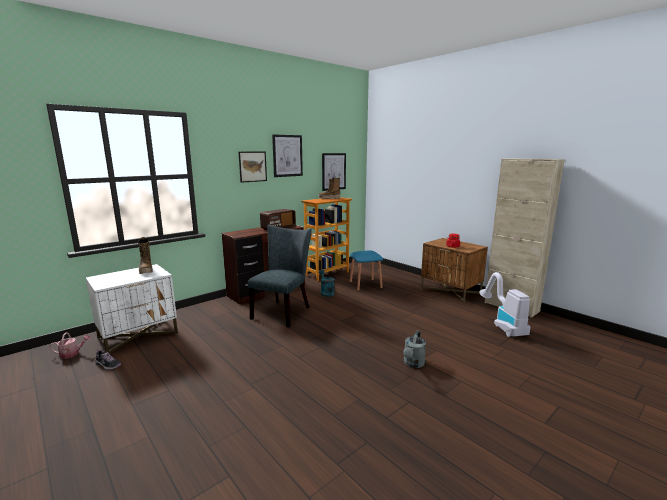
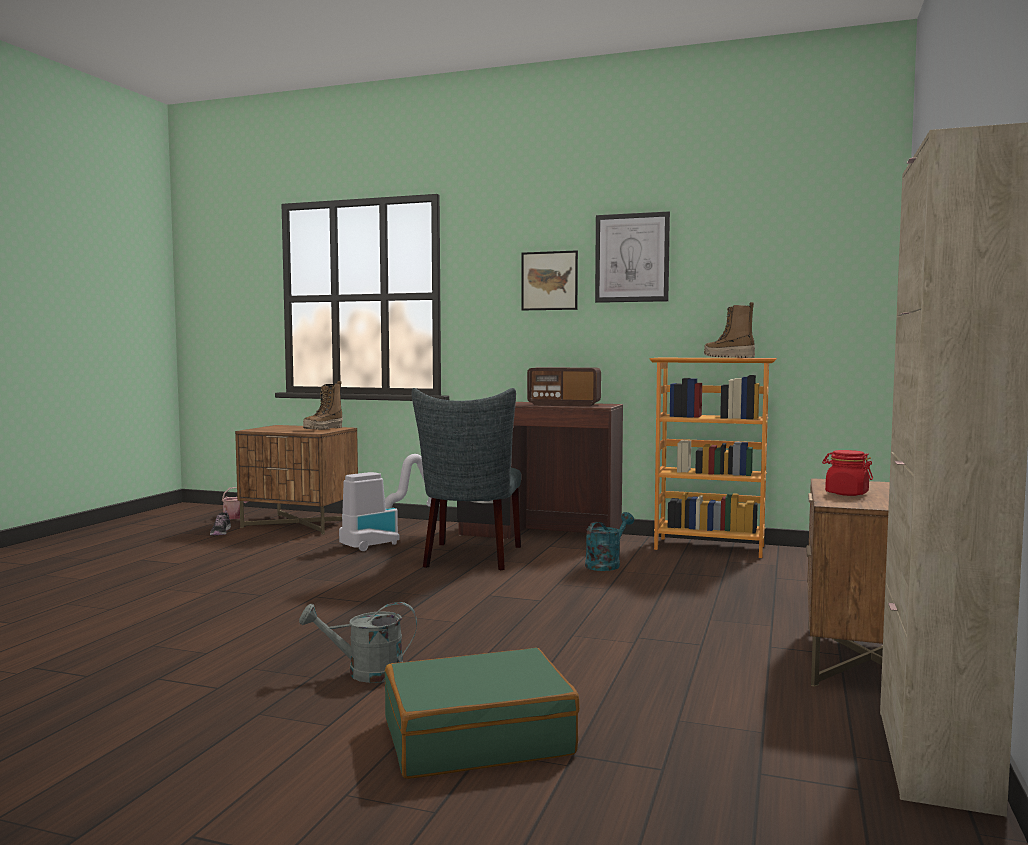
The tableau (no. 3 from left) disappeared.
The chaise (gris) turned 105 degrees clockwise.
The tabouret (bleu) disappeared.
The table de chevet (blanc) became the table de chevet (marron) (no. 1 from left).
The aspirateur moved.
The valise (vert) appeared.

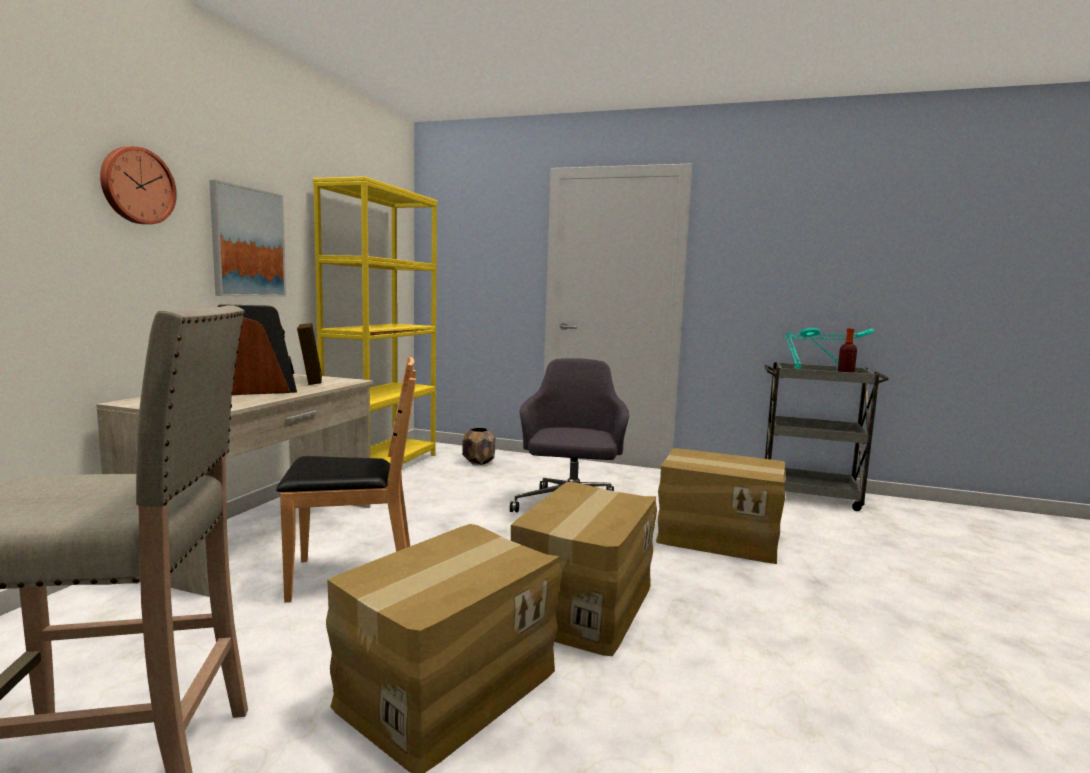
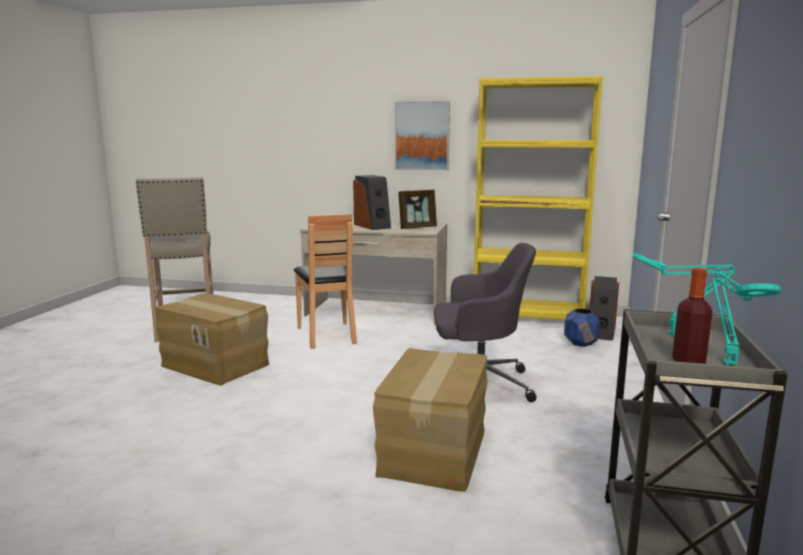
The horloge murale disappeared.
The cache-pot (marron) became the cache-pot (bleu).
The carton (no. 2 from left) disappeared.
The enceinte (no. 2 from left) appeared.

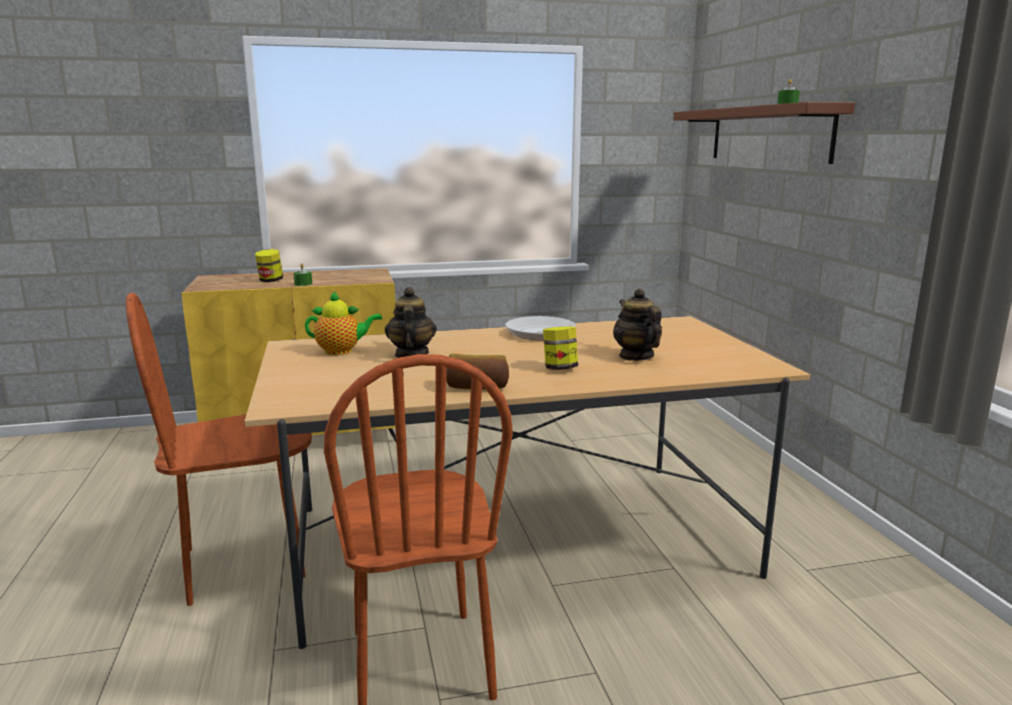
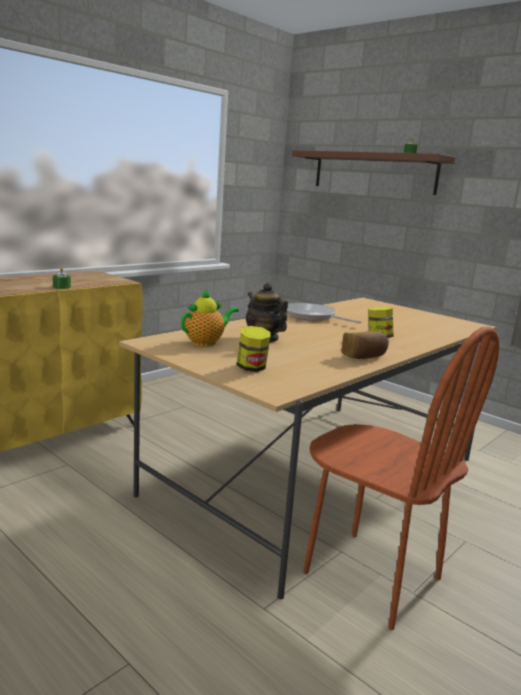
The bocal (no. 1 from left) moved.
The théière (no. 3 from left) disappeared.
The chaise (marron) (no. 1 from left) disappeared.

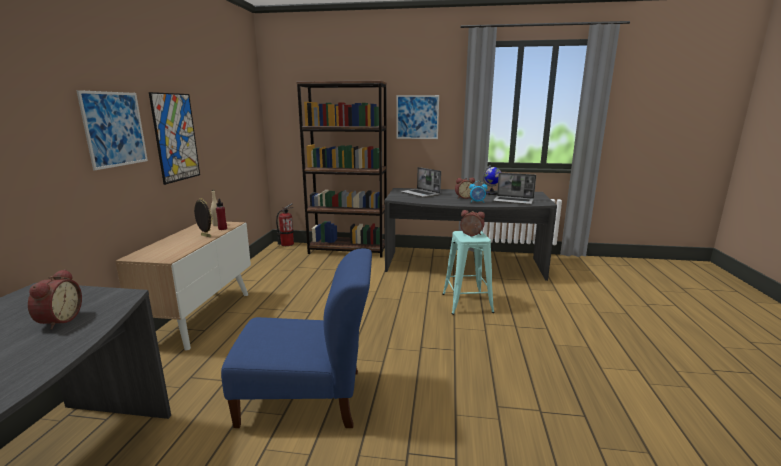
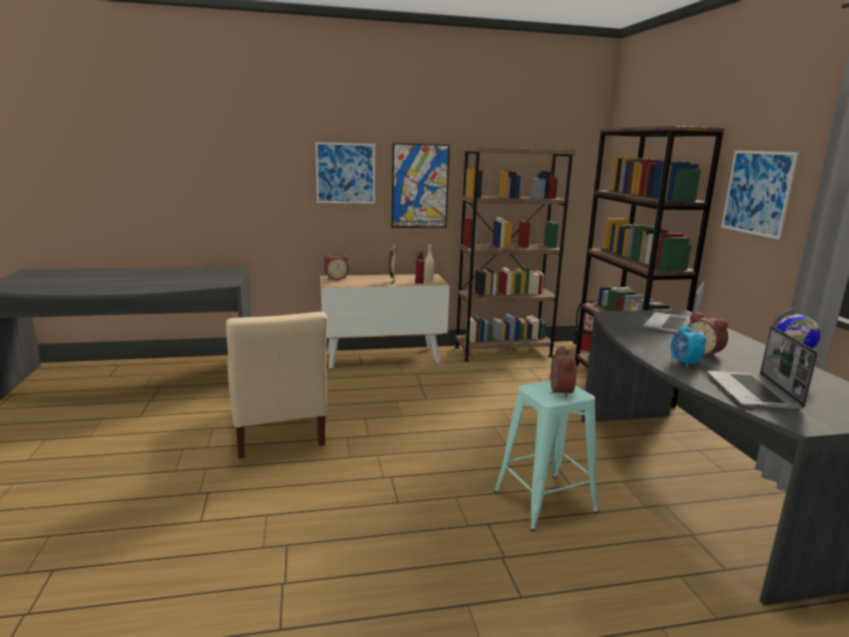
The chaise (bleu) became the chaise (beige).
The réveil (no. 1 from left) moved.
The bibliothèque (marron) (no. 1 from left) appeared.

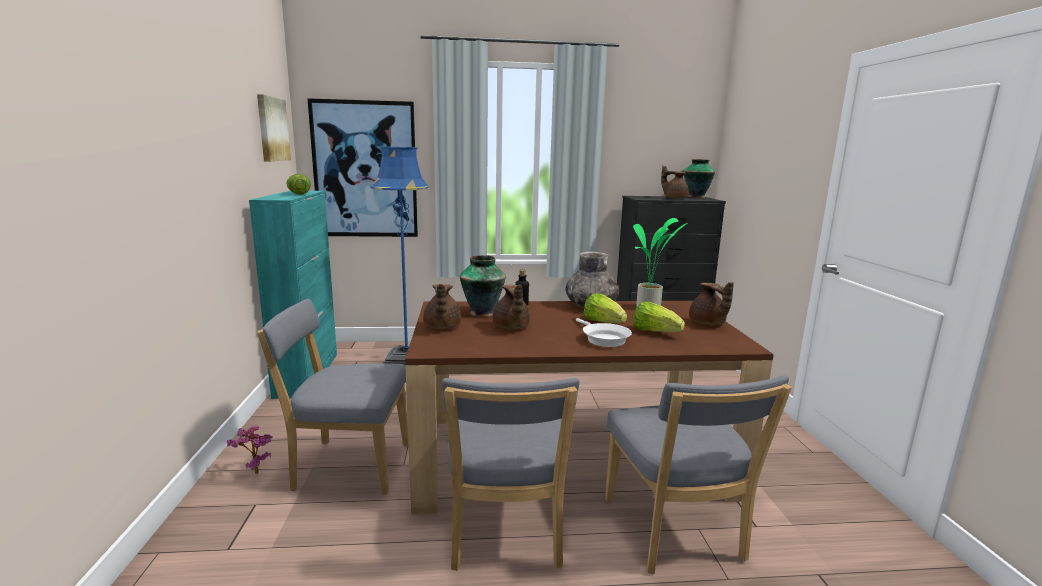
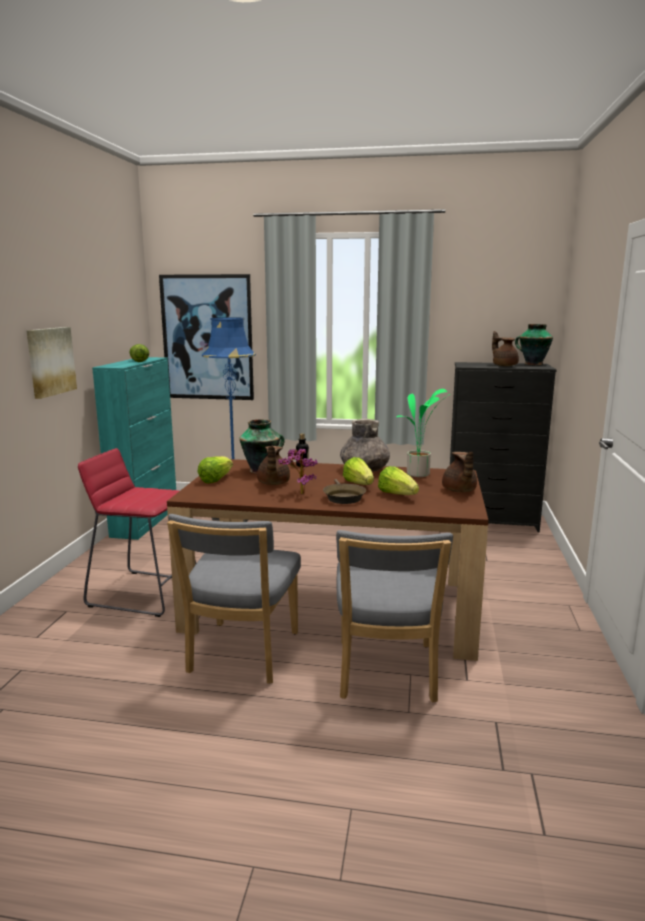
The tableau (no. 1 from left) moved.
The théière (marron) (no. 1 from left) was replaced by the laitue (no. 2 from left).
The chaise (gris) (no. 1 from left) was replaced by the tabouret (rouge).
The poêle (blanc) became the poêle (marron).
The plante en pot (no. 1 from left) moved.

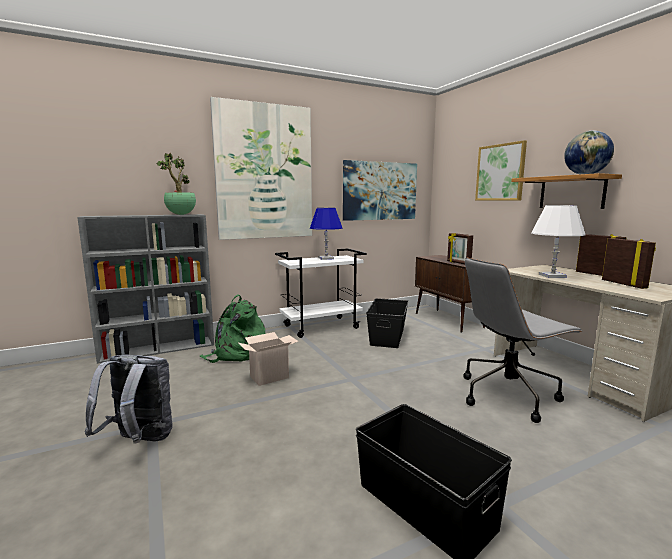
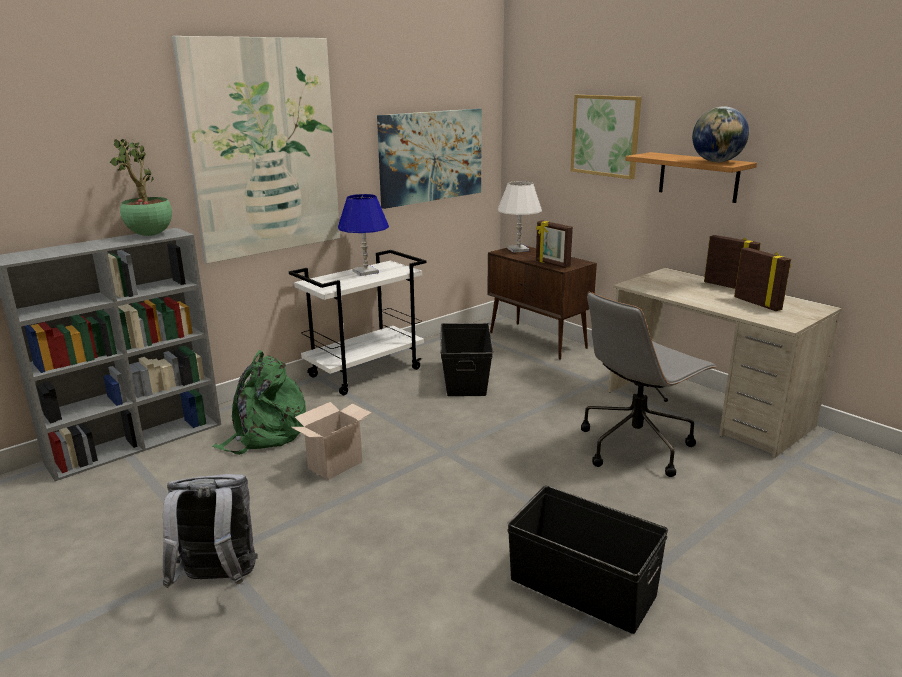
The lampe de table (blanc) moved.

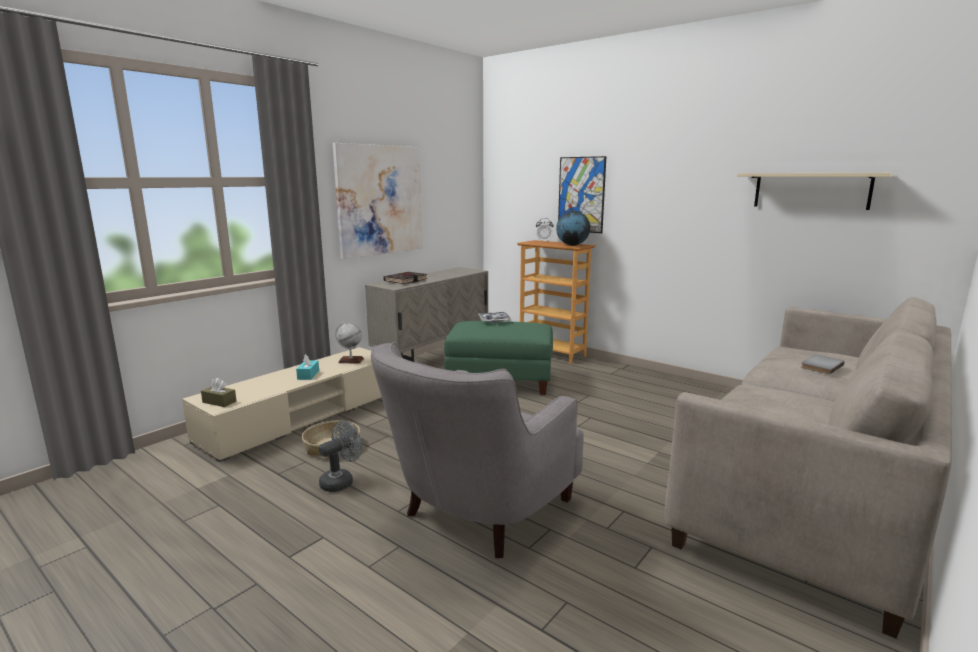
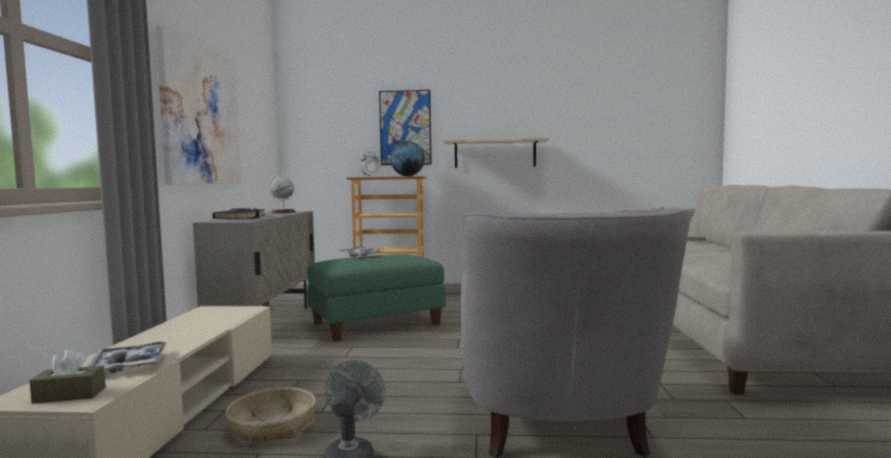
The étagère (beige) moved.
The globe (no. 1 from left) moved.
The boîte à mouchoirs (turquoise) disappeared.
The plateau (no. 1 from left) appeared.

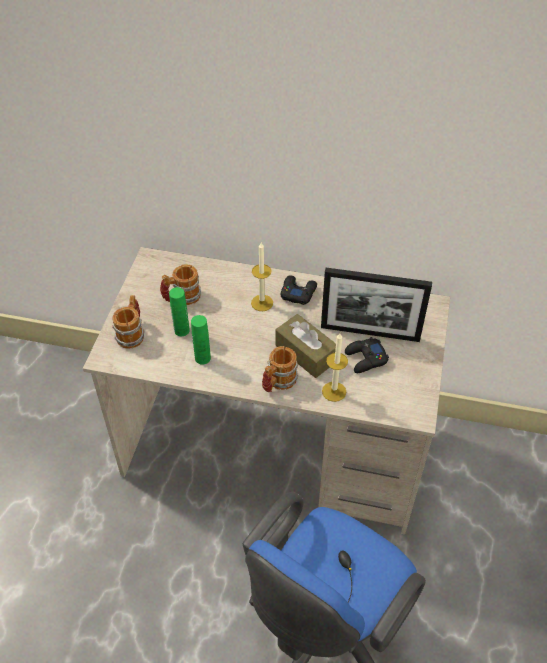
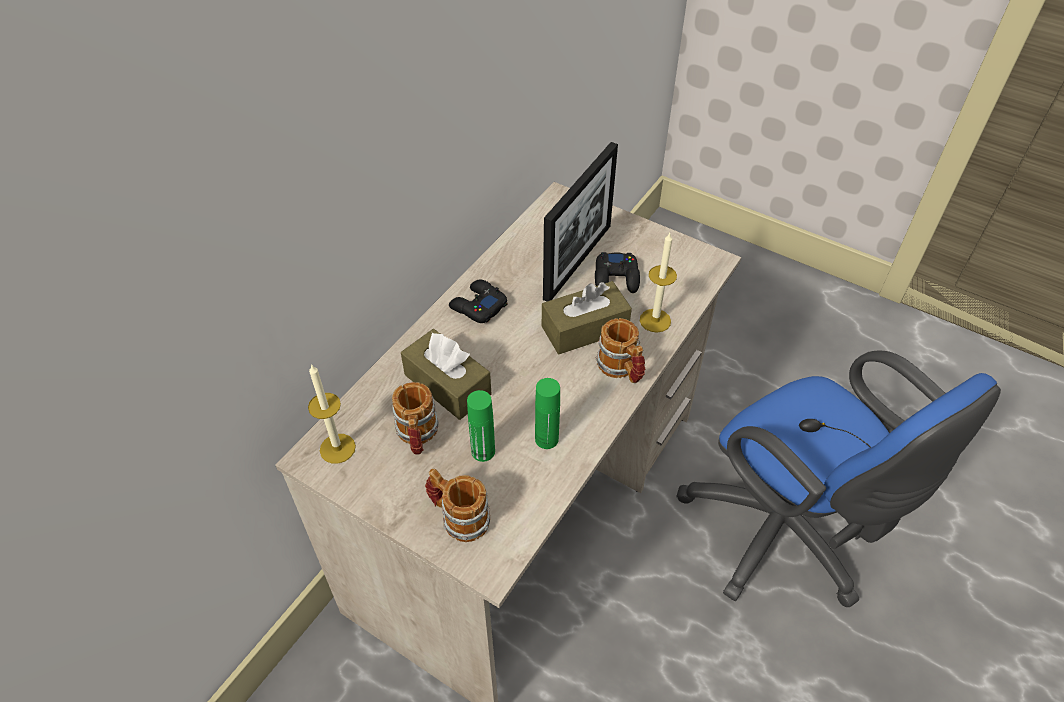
The bougie (no. 1 from left) moved.
The boîte à mouchoirs (marron) (no. 1 from left) appeared.

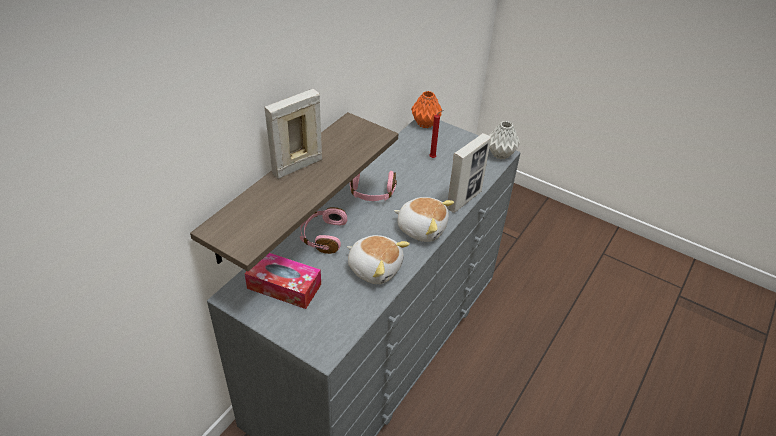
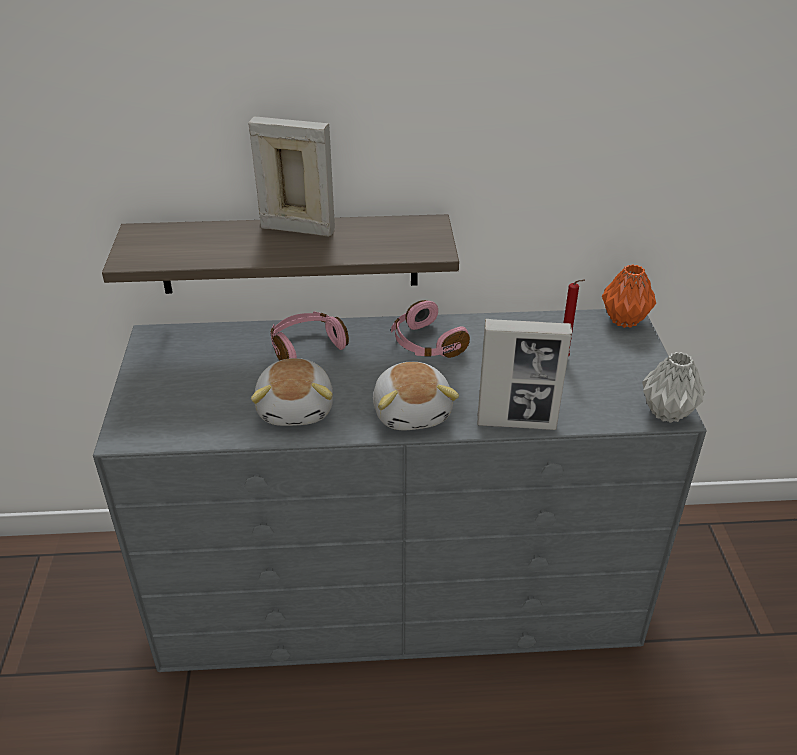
The boîte à mouchoirs disappeared.

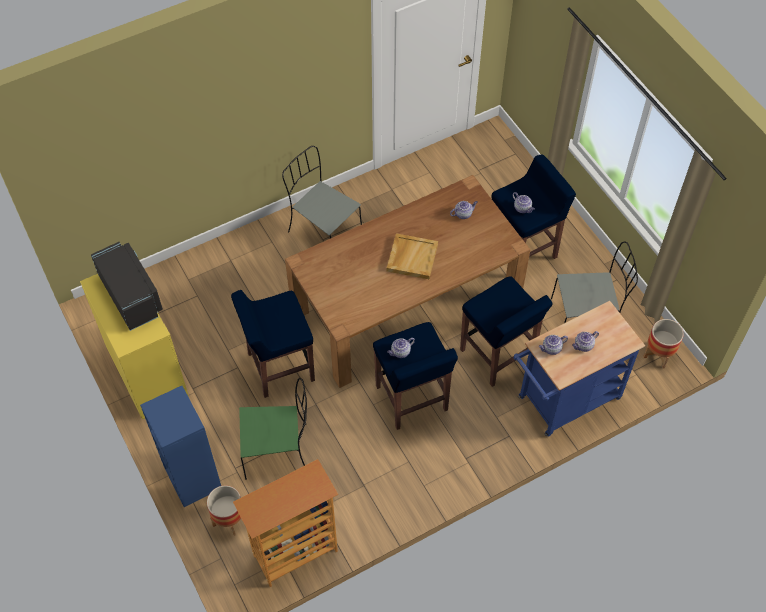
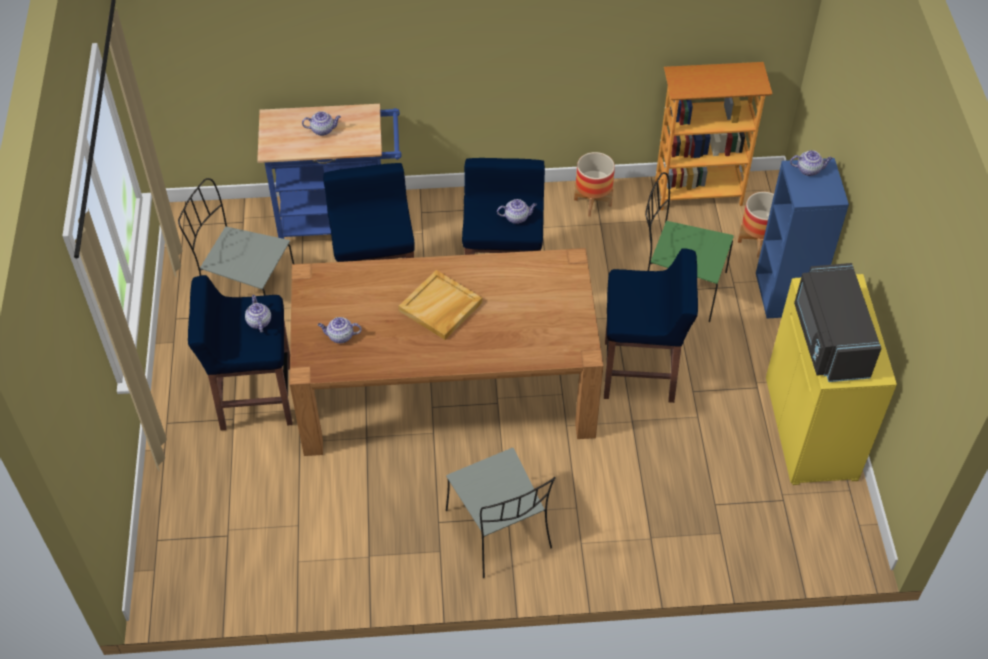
The cache-pot (no. 2 from left in the first image) moved.
The théière (no. 4 from left in the first image) moved.

